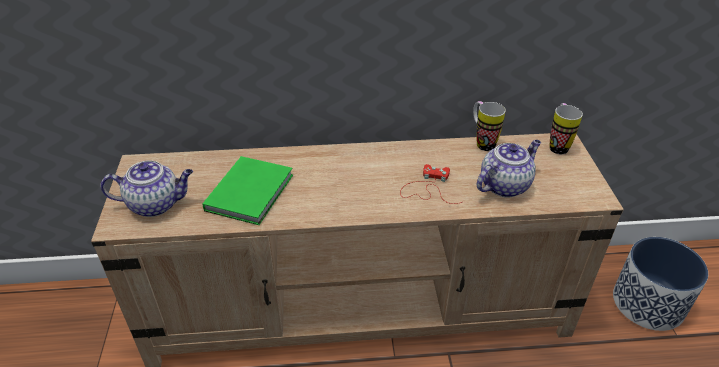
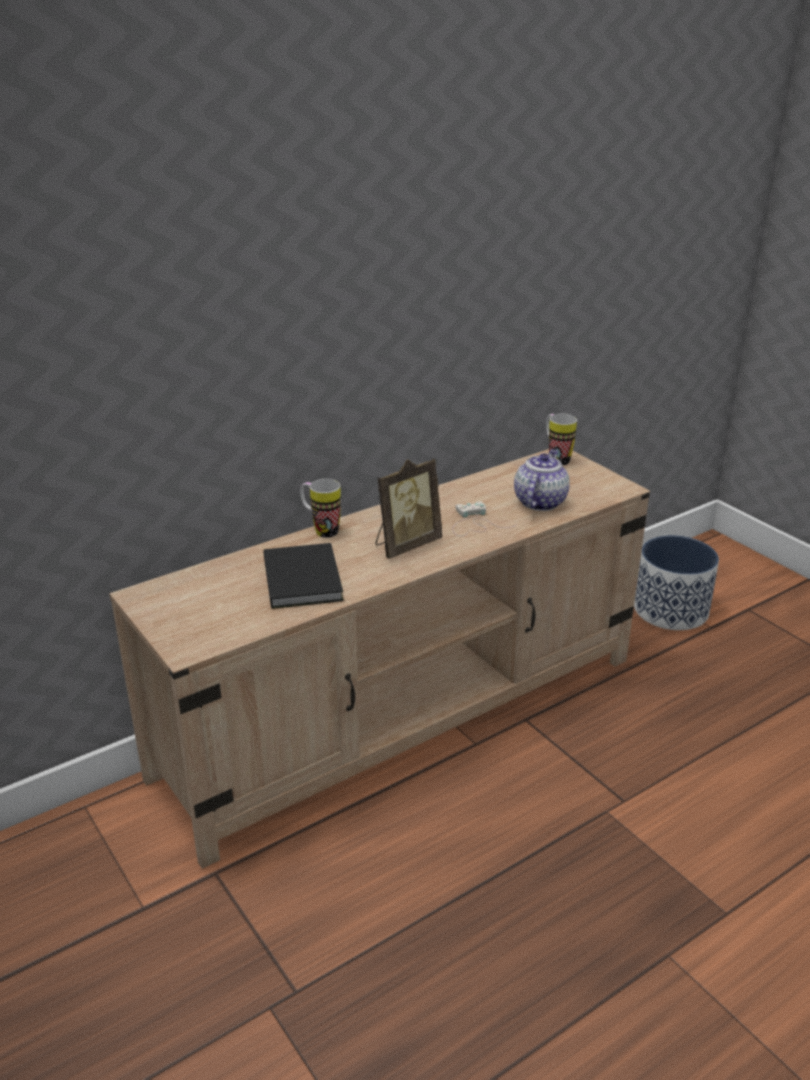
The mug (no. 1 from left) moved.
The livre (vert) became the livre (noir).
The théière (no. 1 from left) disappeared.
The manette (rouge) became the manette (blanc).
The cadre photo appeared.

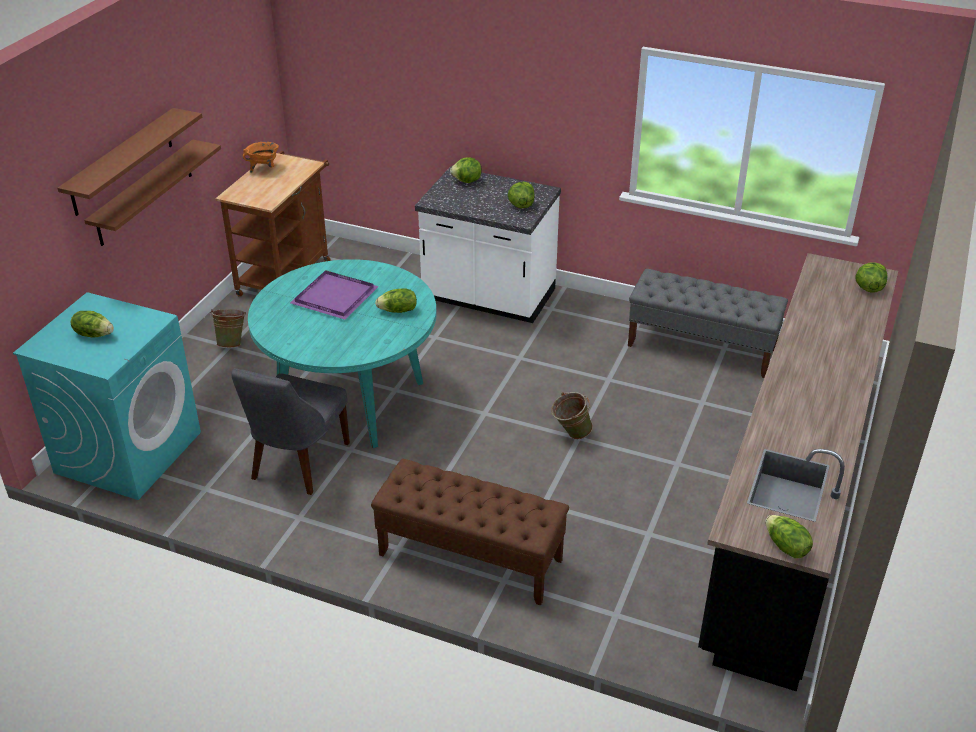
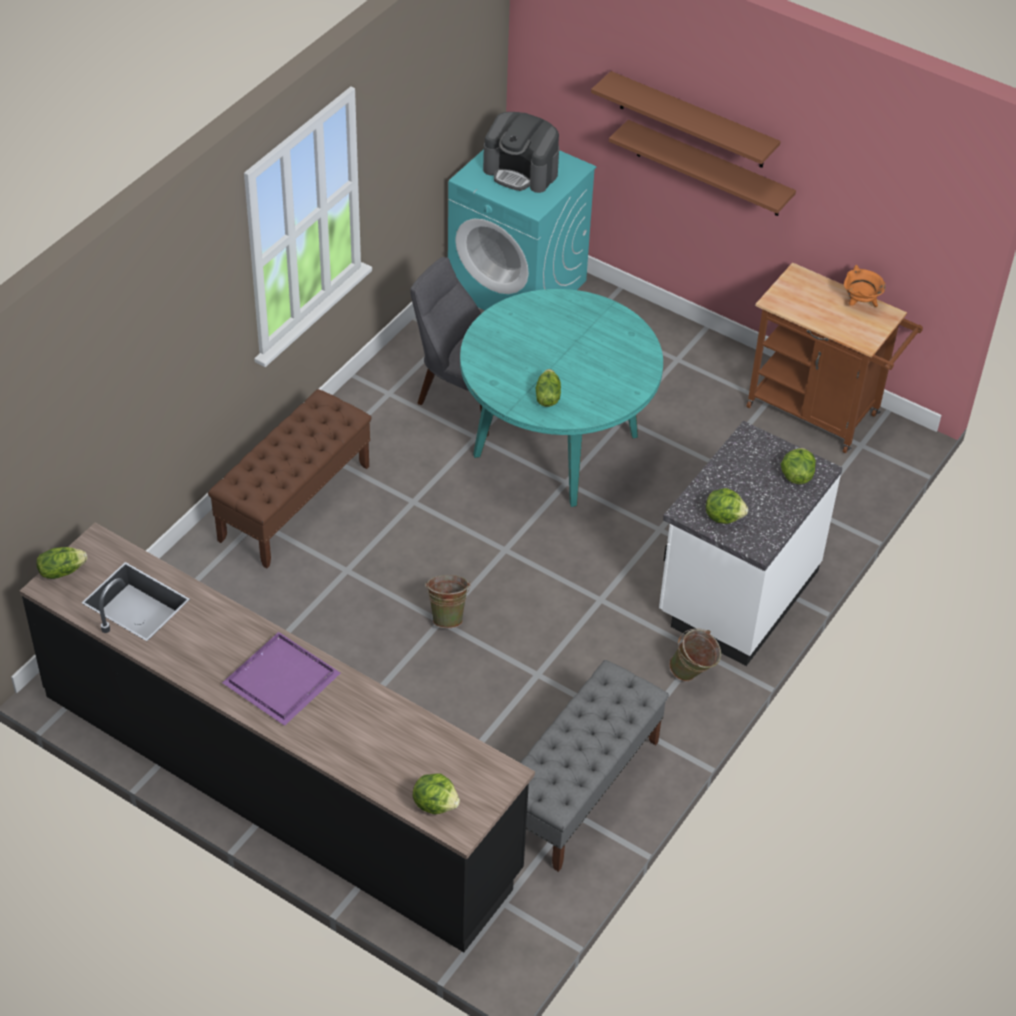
The plateau (violet) moved.
The seau (vert) (no. 1 from left in the first image) moved.
The laitue (no. 1 from left) was replaced by the machine à café.

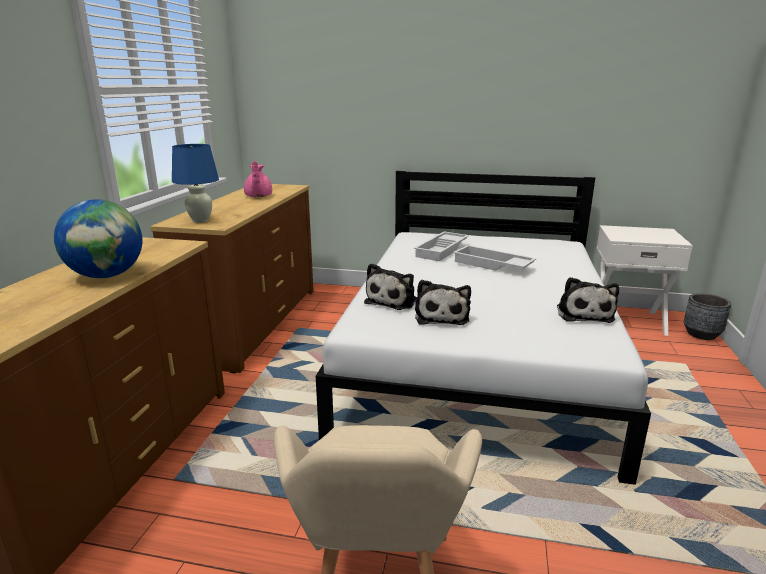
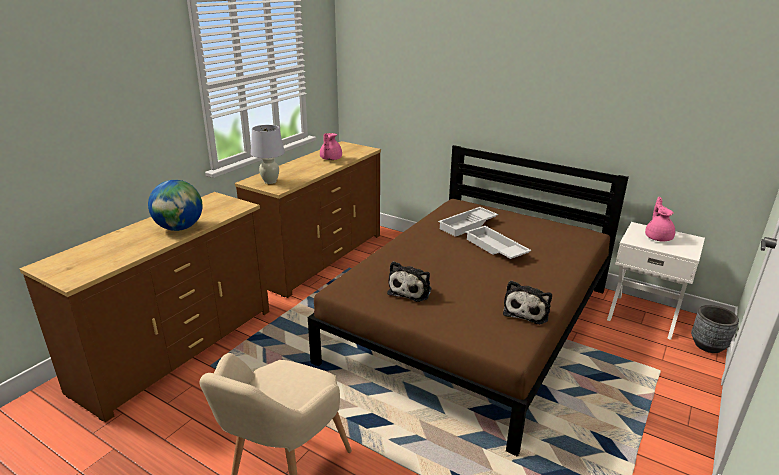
The lampe de table (bleu) became the lampe de table (blanc).
The lit (blanc) became the lit (marron).
The peluche (no. 1 from left) disappeared.
The théière (rose) (no. 2 from left) appeared.

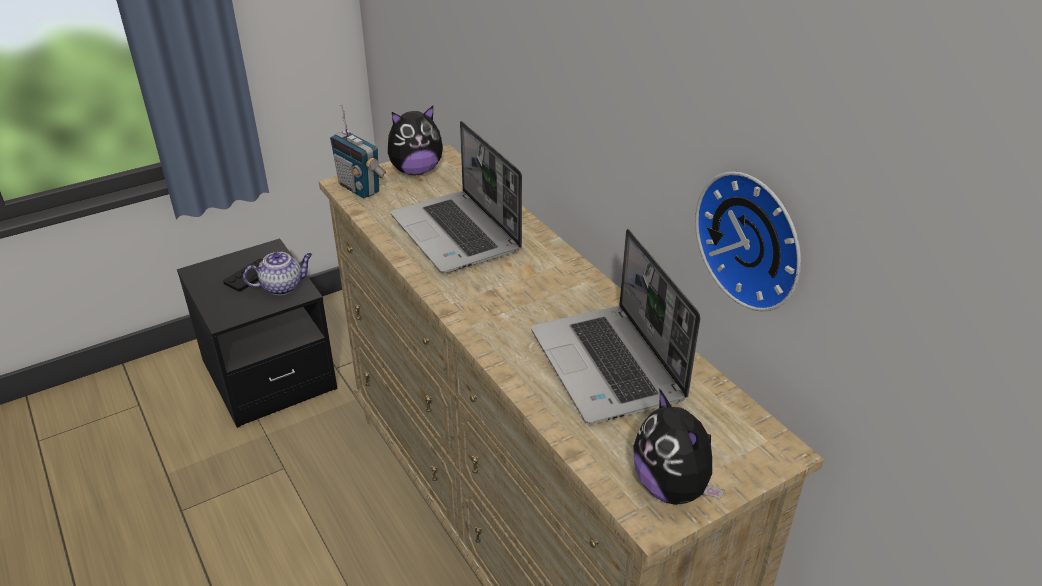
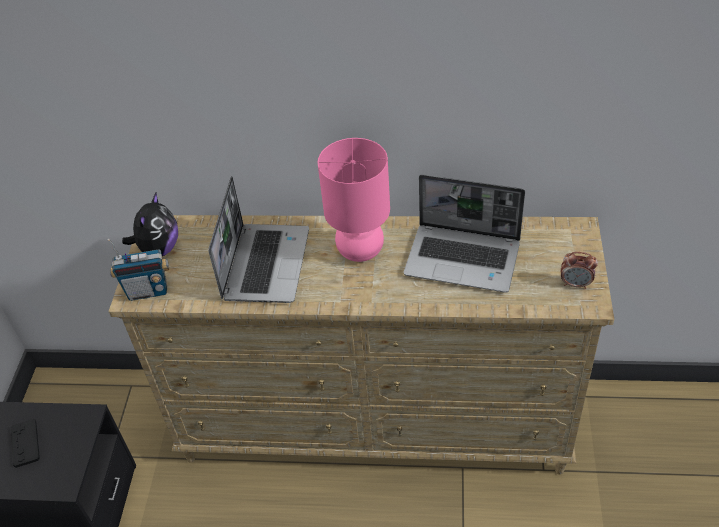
The ordinateur portable (no. 1 from left) turned 90 degrees counterclockwise.
The horloge murale disappeared.
The théière disappeared.
The peluche (no. 2 from left) was replaced by the réveil.
The lampe de table (rose) appeared.

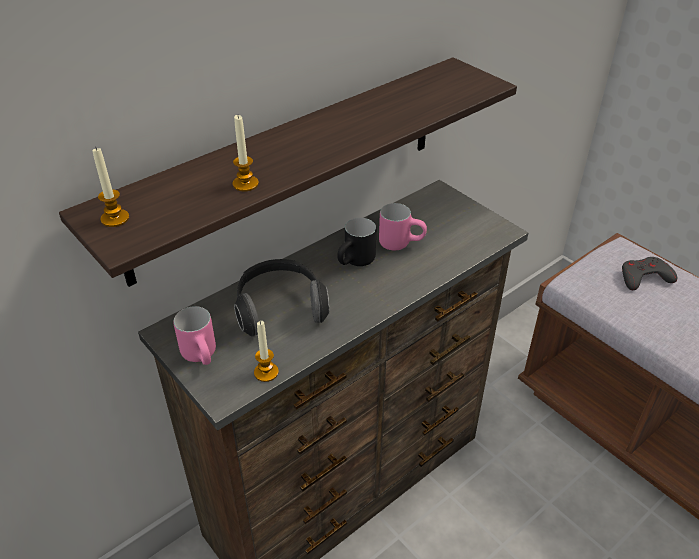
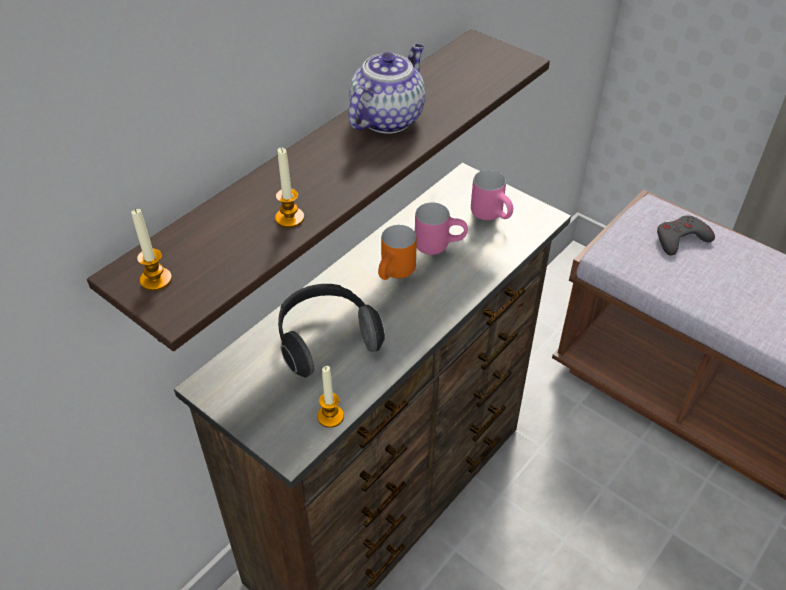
The mug (noir) became the mug (orange).
The mug (rose) (no. 1 from left in the first image) moved.
The théière appeared.

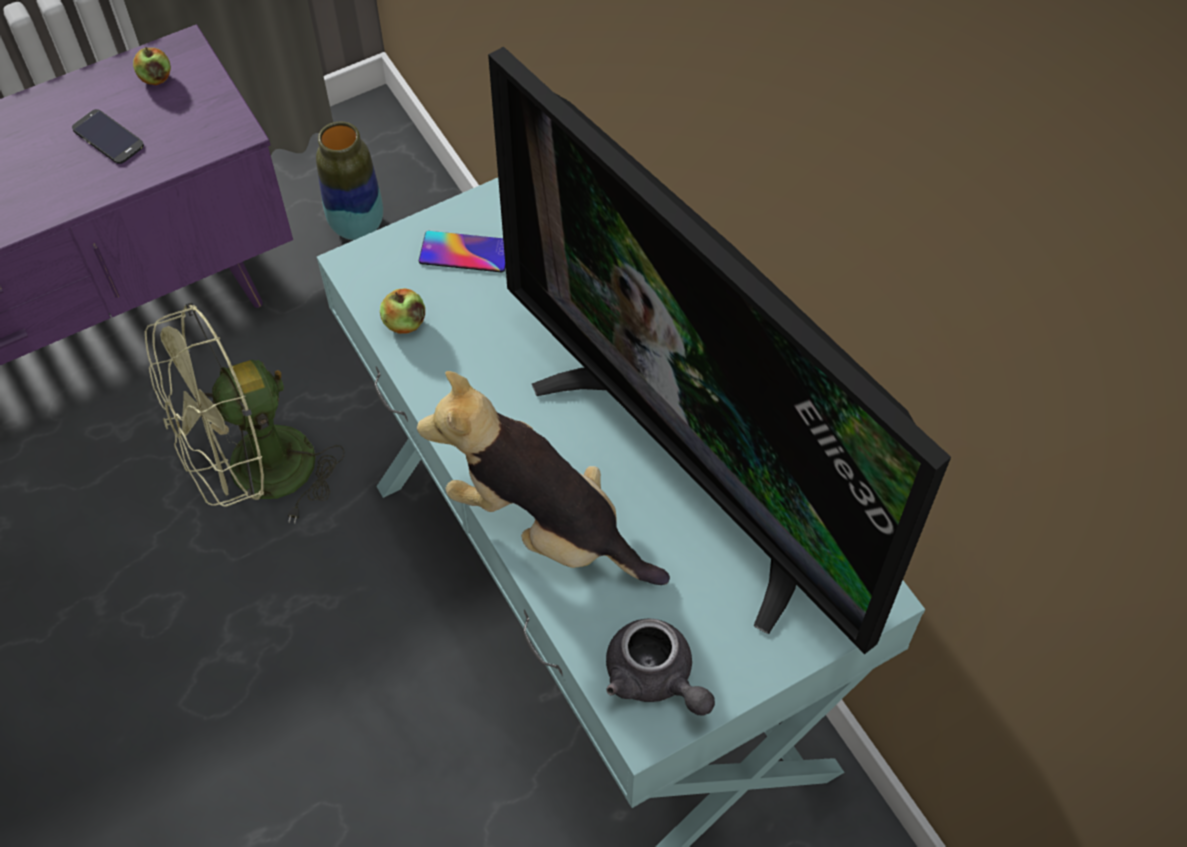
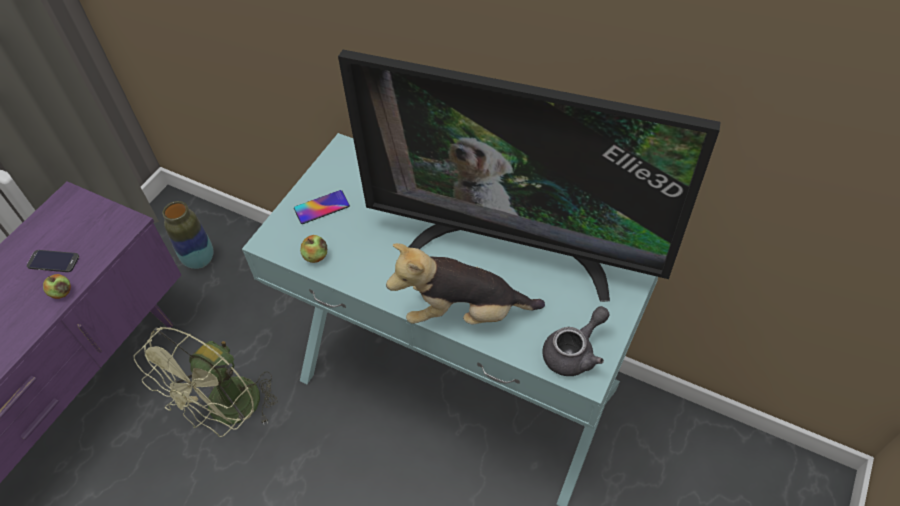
The pomme (no. 1 from left) moved.
The théière (gris) turned 60 degrees counterclockwise.

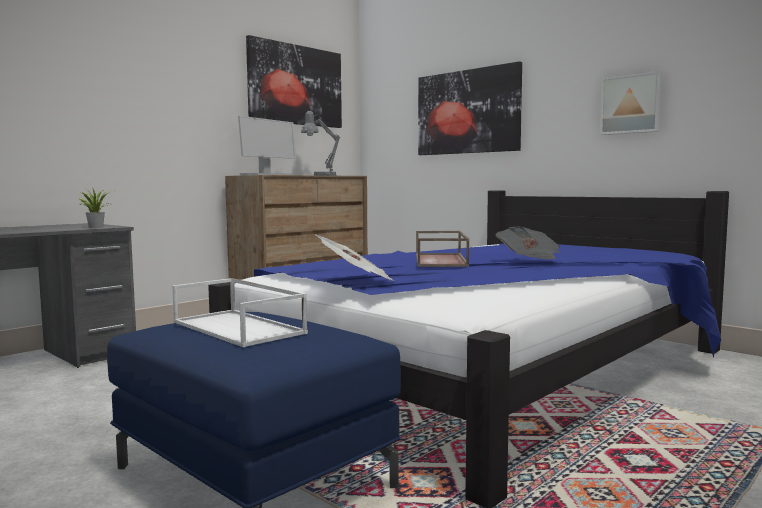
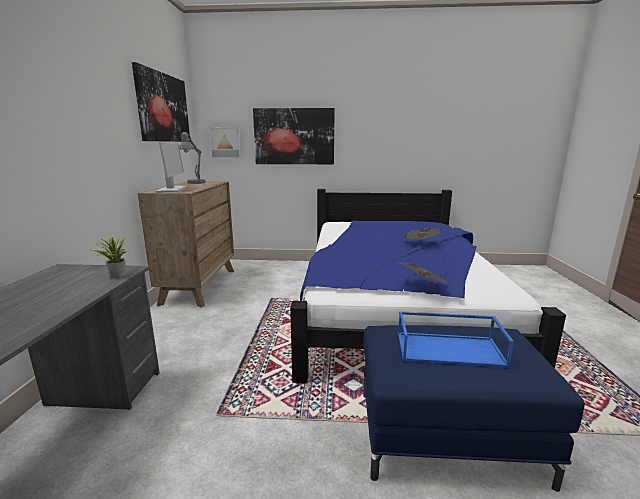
The tableau (no. 3 from left in the first image) moved.
The plateau (marron) disappeared.
The plateau (blanc) became the plateau (bleu).

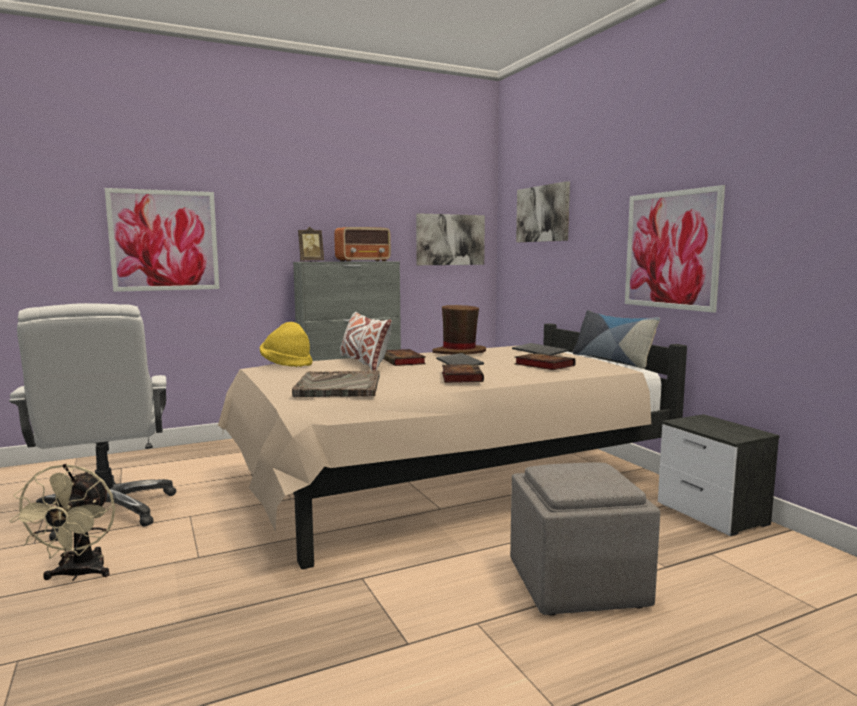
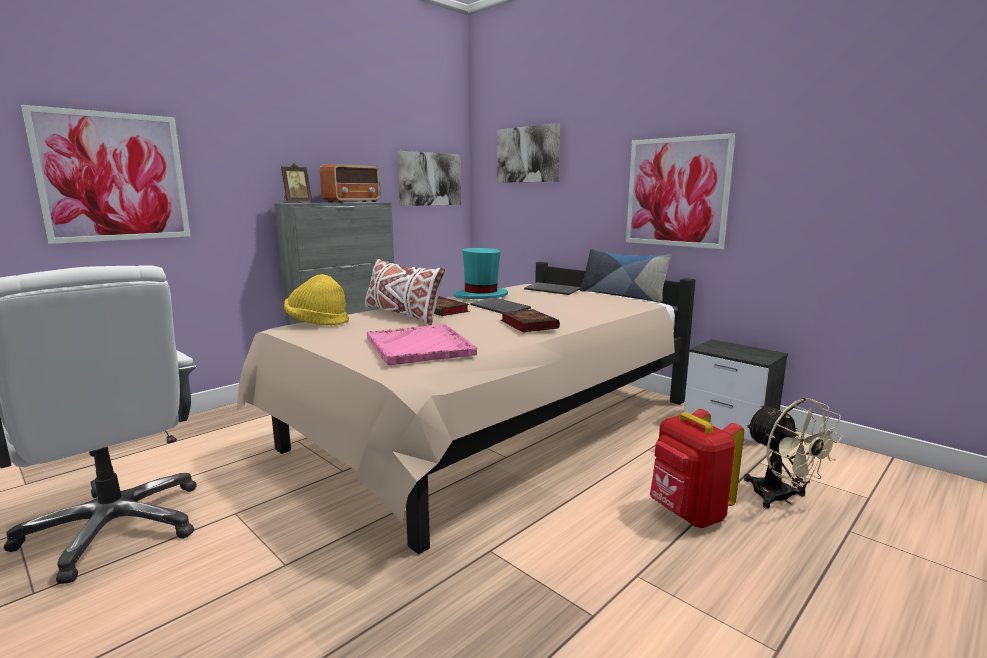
The chapeau (marron) became the chapeau (turquoise).
The livre (no. 3 from left) disappeared.
The plateau (gris) became the plateau (rose).
The pouf (gris) was replaced by the sac à dos (rouge).
The ventilateur (beige) moved.

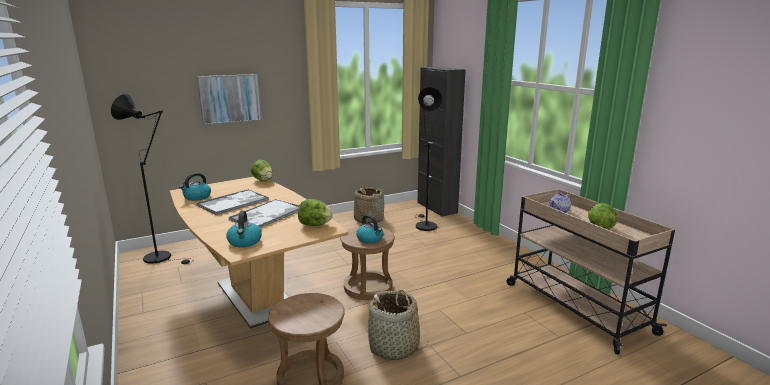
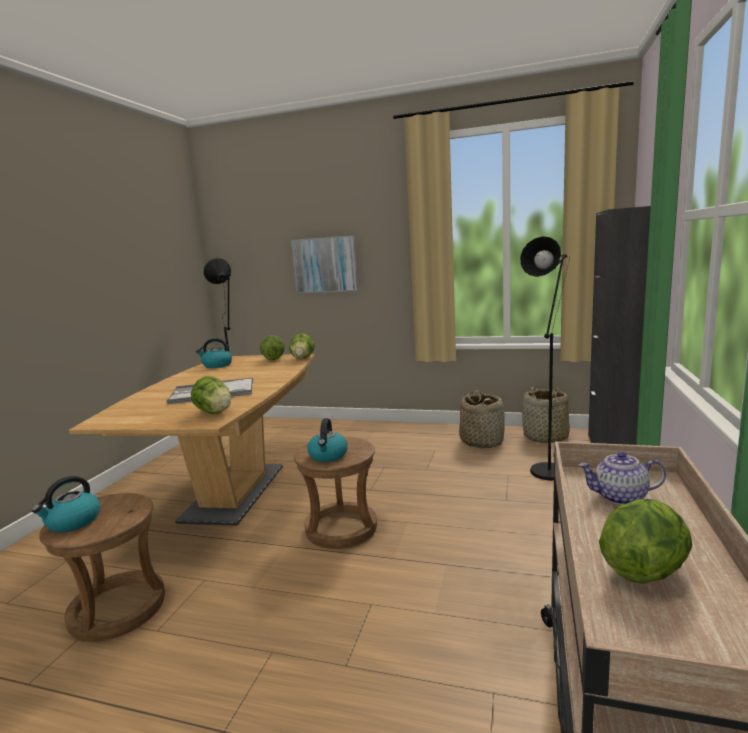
The plateau (no. 1 from left) disappeared.
The bouilloire (no. 2 from left in the first image) moved.
The panier (no. 2 from left) moved.
The laitue (no. 2 from left) appeared.

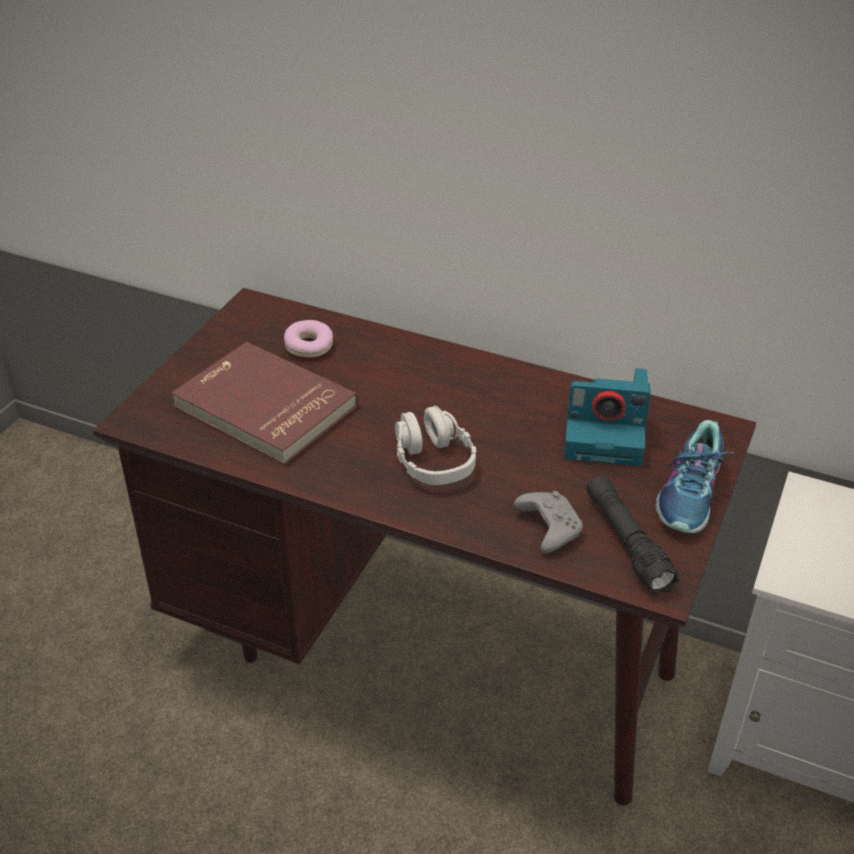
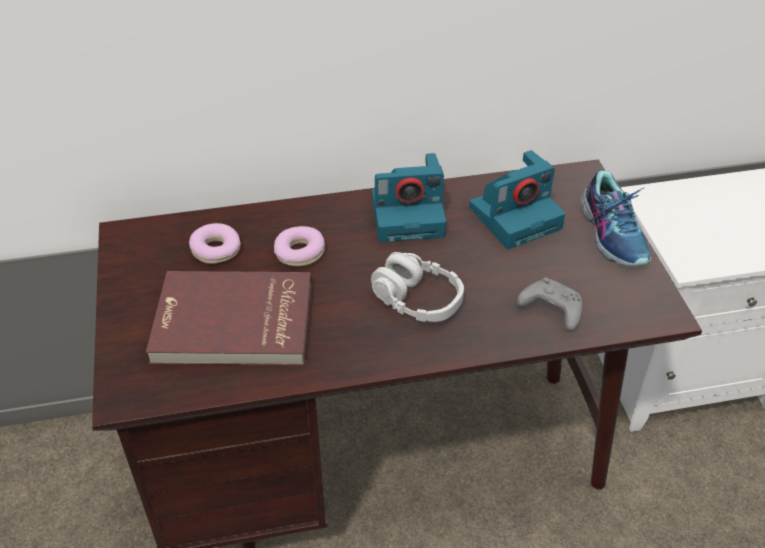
The lampe de poche (noir) disappeared.
The appareil photo (no. 1 from left) appeared.
The beignet (no. 2 from left) appeared.

